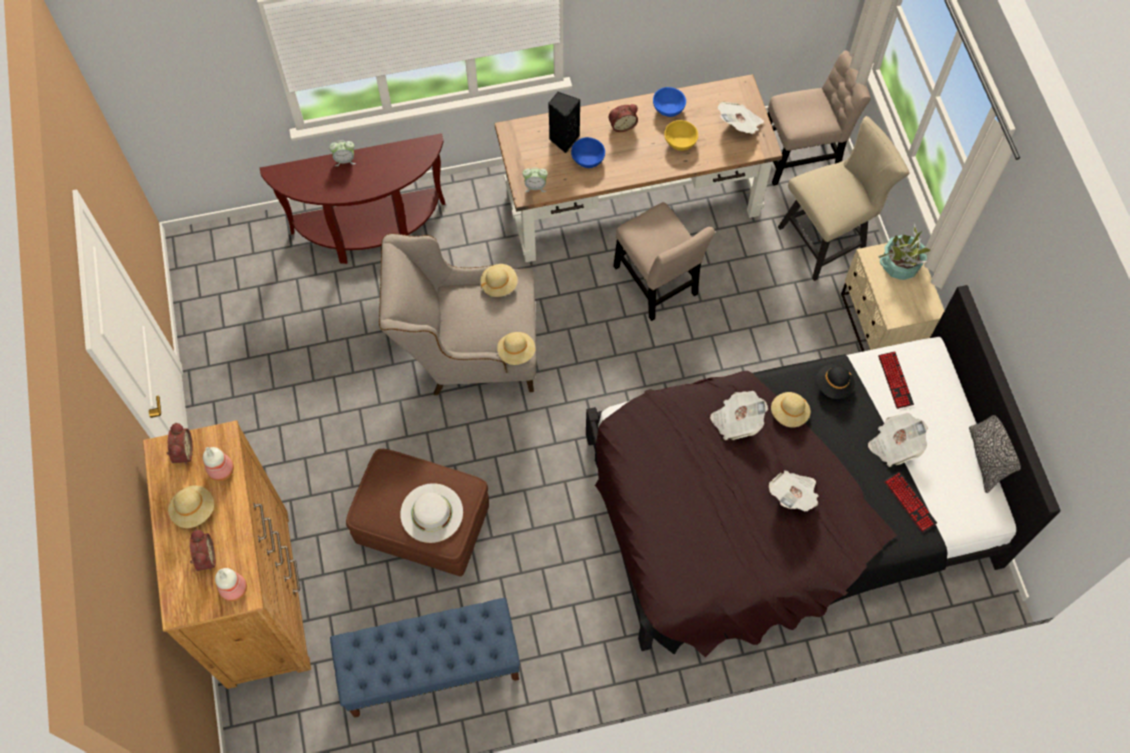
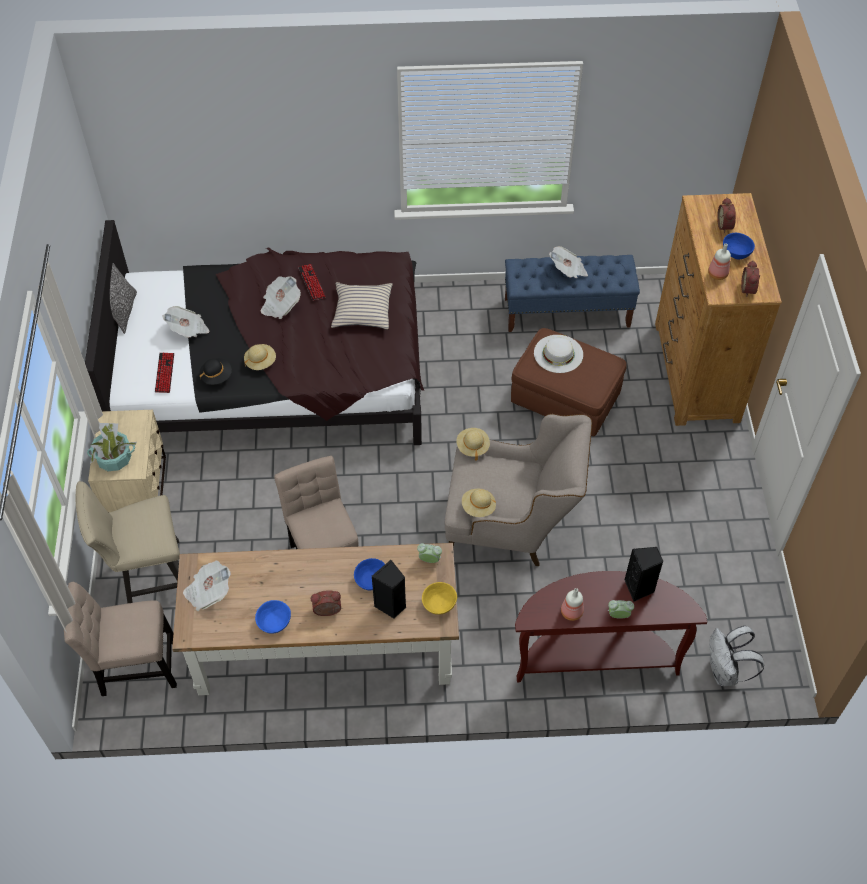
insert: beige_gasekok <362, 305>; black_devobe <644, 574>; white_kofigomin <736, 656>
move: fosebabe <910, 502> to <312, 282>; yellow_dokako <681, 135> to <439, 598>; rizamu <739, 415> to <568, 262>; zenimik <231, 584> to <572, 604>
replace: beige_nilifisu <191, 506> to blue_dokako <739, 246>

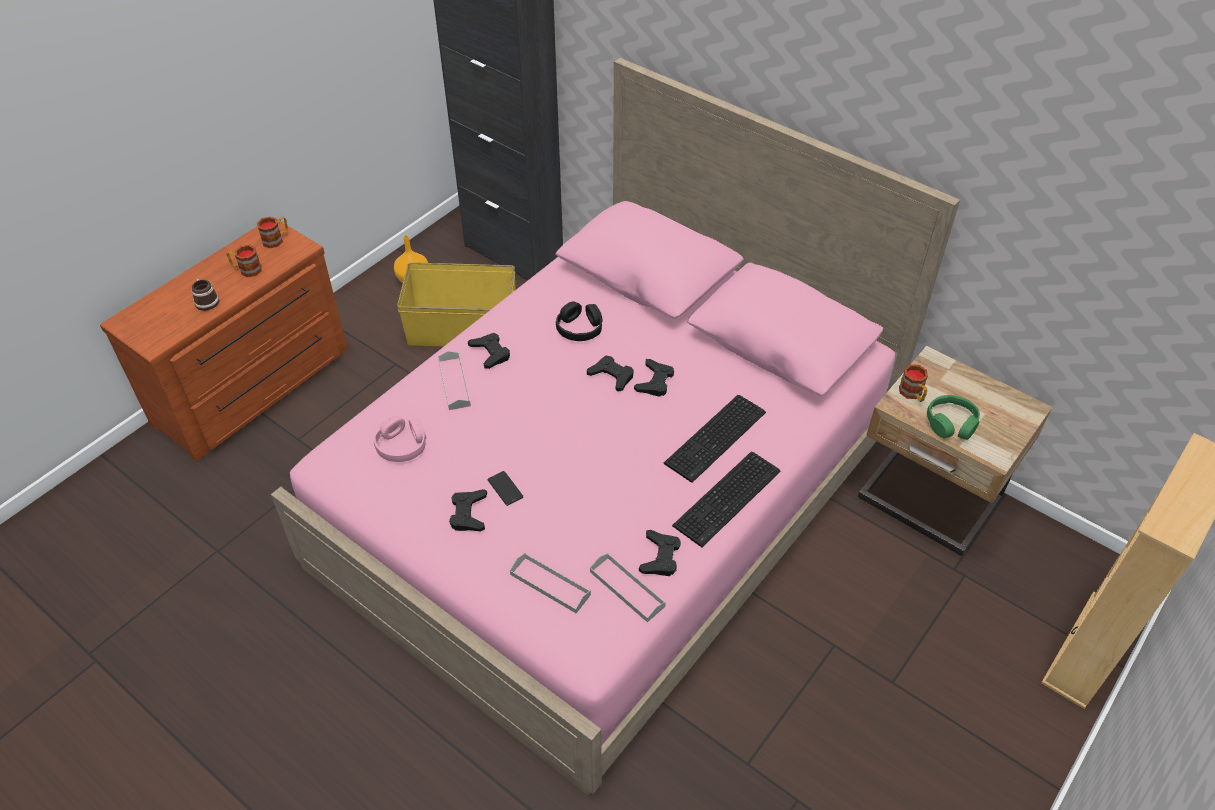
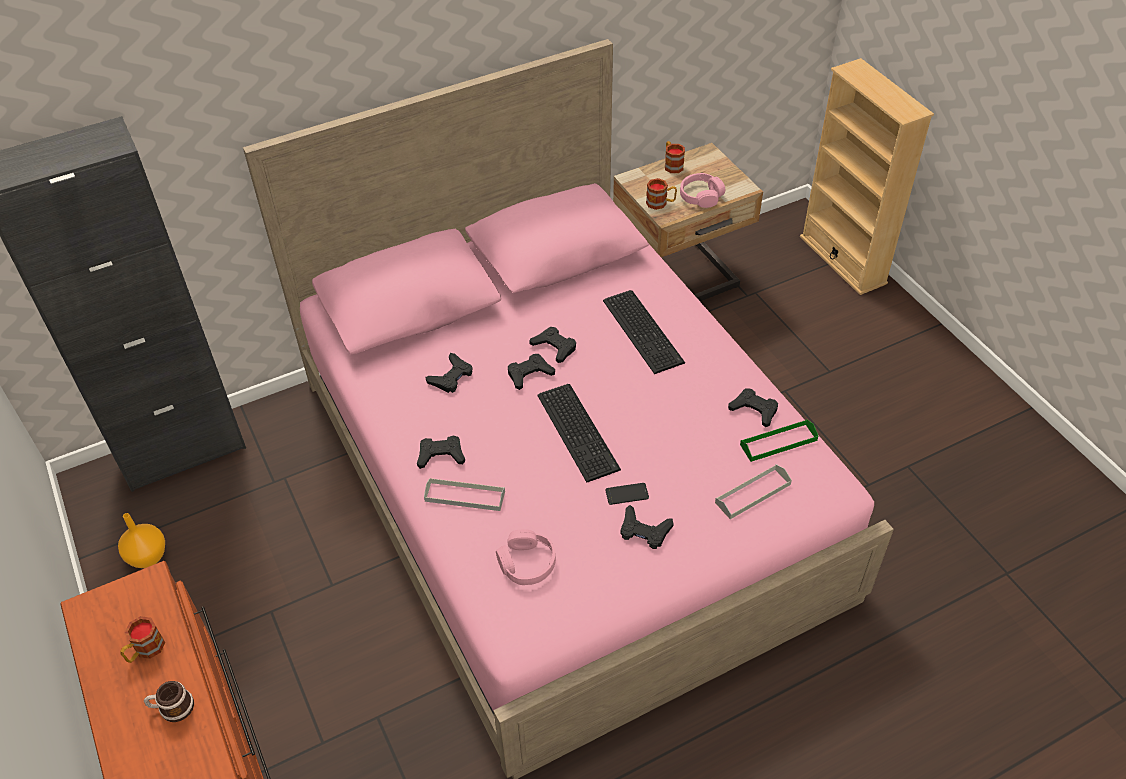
delete: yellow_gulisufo <456, 304>
move: fosebabe <726, 499> to <579, 433>; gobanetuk <272, 232> to <675, 157>
replace: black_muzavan <579, 321> to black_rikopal <449, 373>
recolor: green_muzavan <953, 417> to pink_muzavan <702, 190>; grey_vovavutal <628, 587> to green_vovavutal <779, 440>

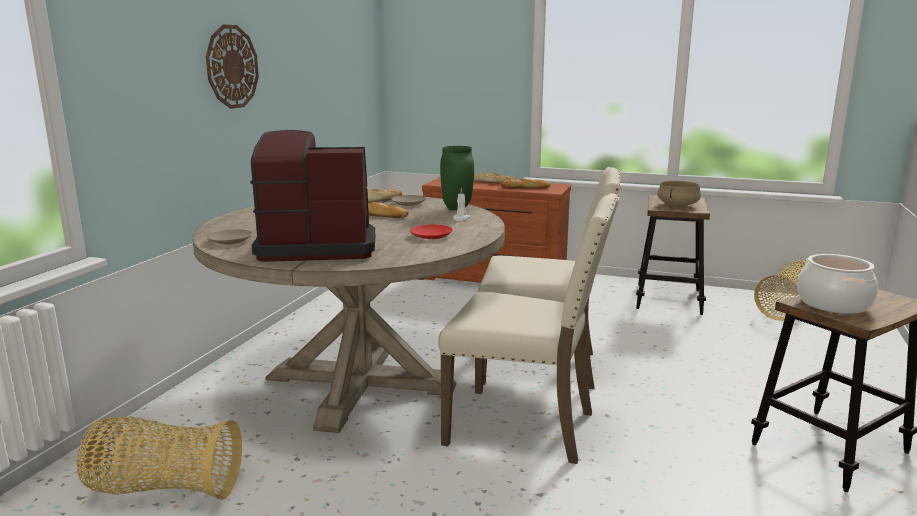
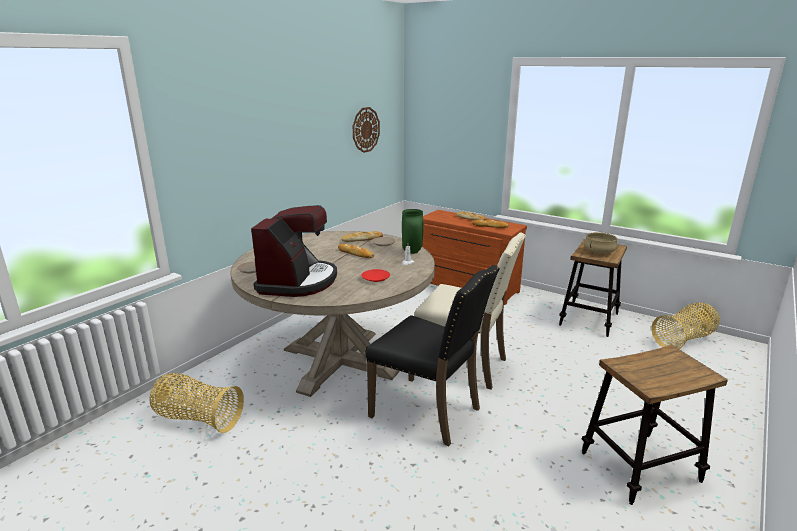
delete: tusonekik <837, 283>
move: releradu <232, 67> to <366, 130>
recolor: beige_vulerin <529, 328> to black_vulerin <432, 355>
rotate: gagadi <312, 196> = <294, 251> 90 degrees clockwise

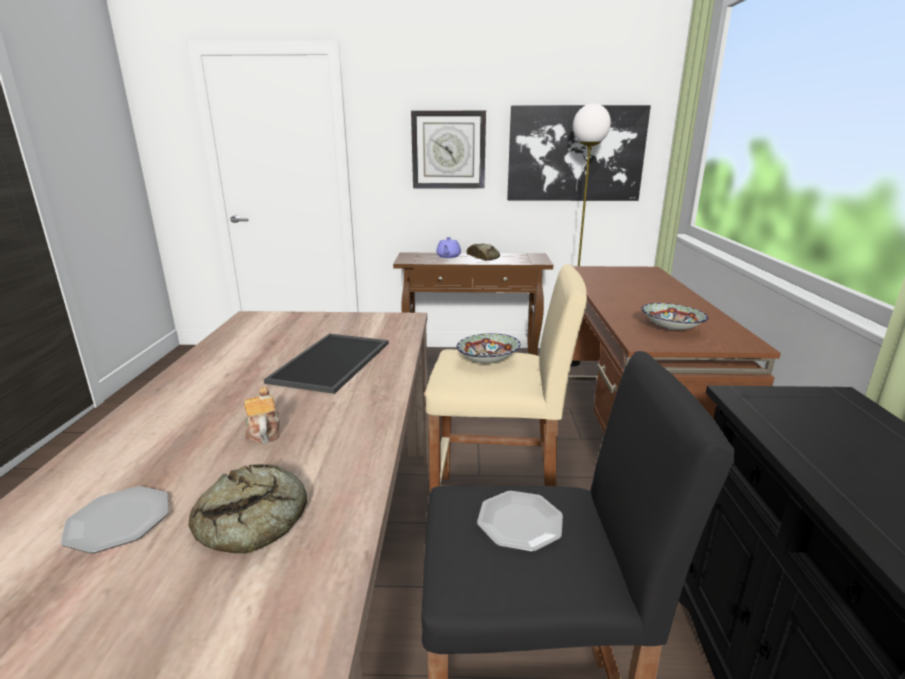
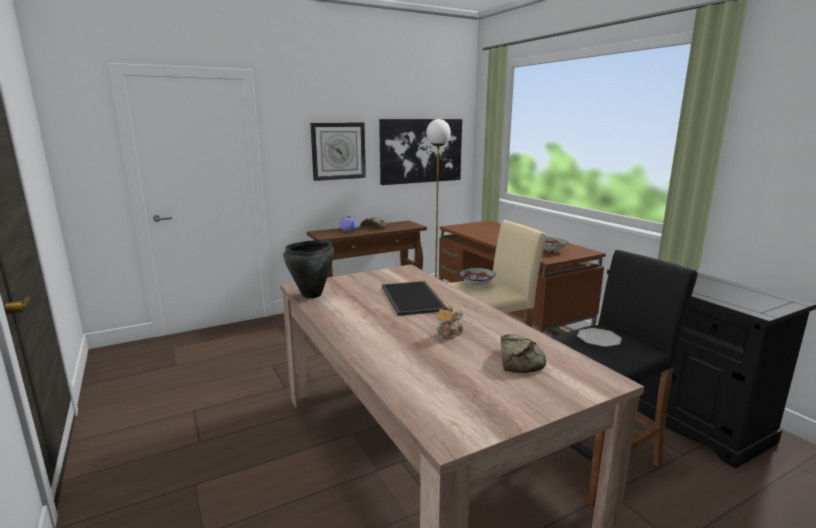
delete: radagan <115, 519>
insert: black_tusonekik <308, 269>
rotate: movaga <262, 415> = <450, 323> 90 degrees clockwise

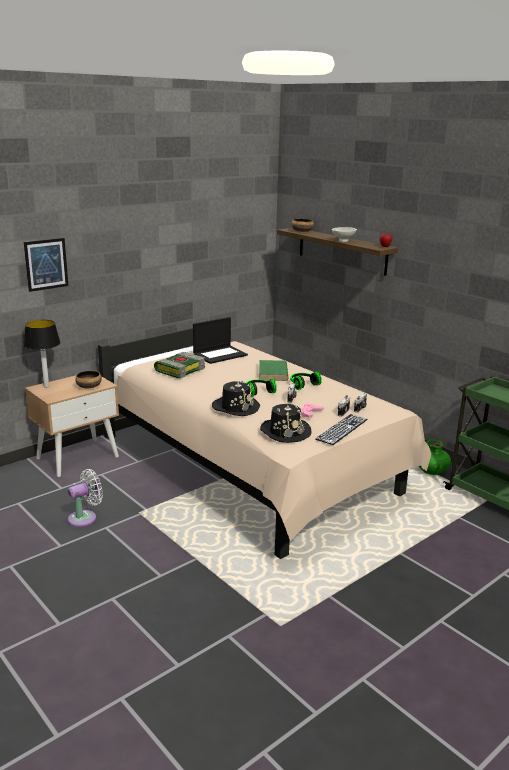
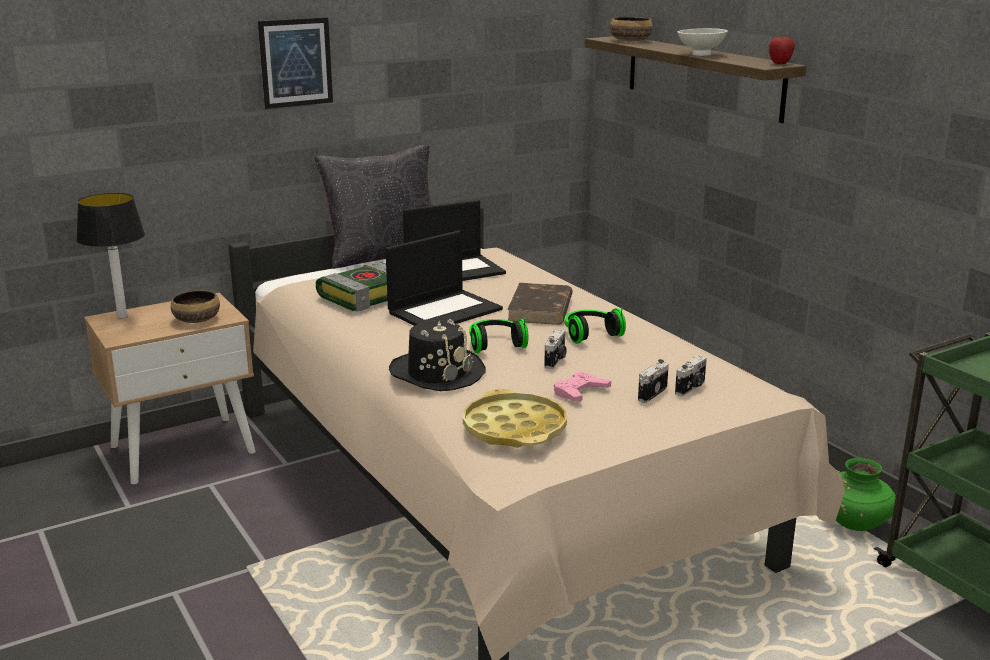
delete: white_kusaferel <85, 498>; fosebabe <341, 429>
insert: black_gasekok <373, 207>; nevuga <444, 278>
move: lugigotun <46, 265> to <295, 63>
replace: black_nilifisu <285, 423> to yellow_vovavutal <515, 418>
recolor: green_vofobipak <273, 370> to brown_vofobipak <540, 304>

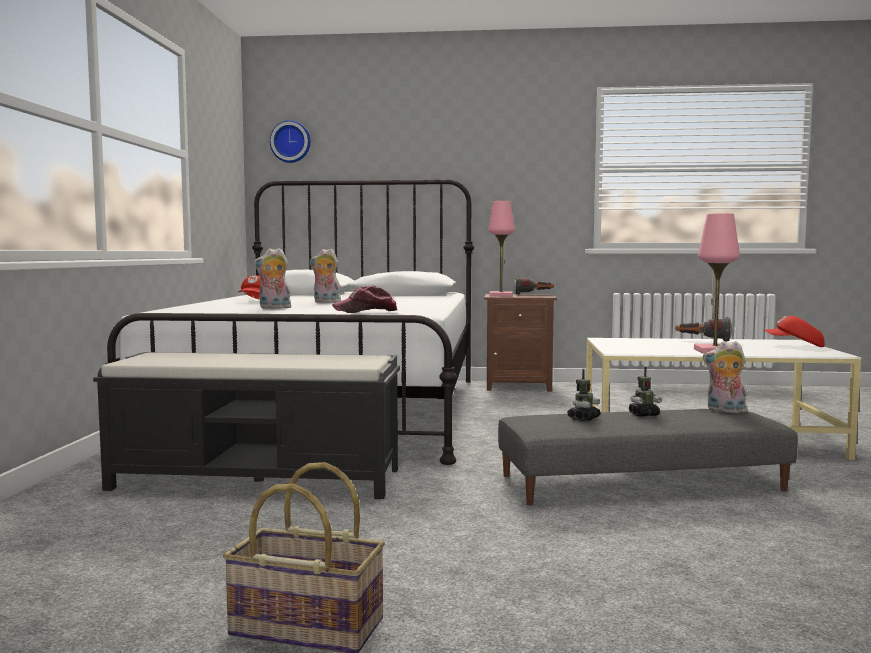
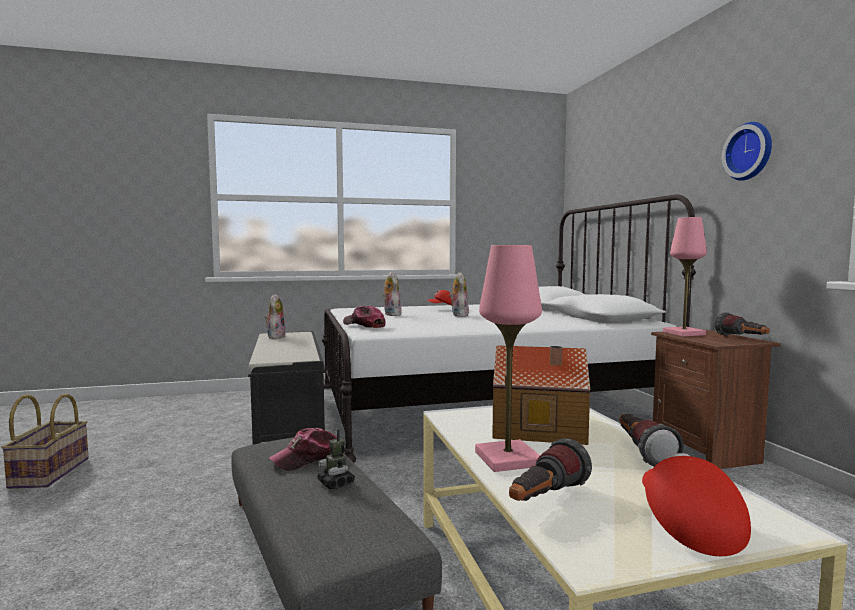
insert: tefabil <541, 395>; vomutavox <550, 469>
move: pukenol <725, 377> to <275, 316>; releradu <290, 141> to <747, 151>
replace: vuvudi <584, 395> to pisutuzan <306, 449>

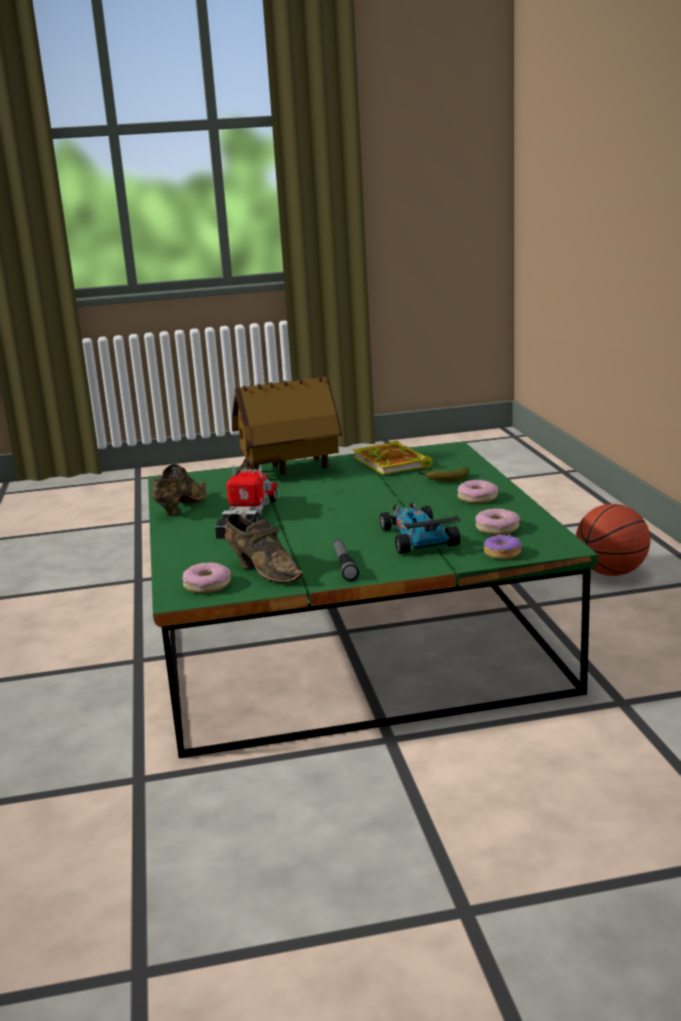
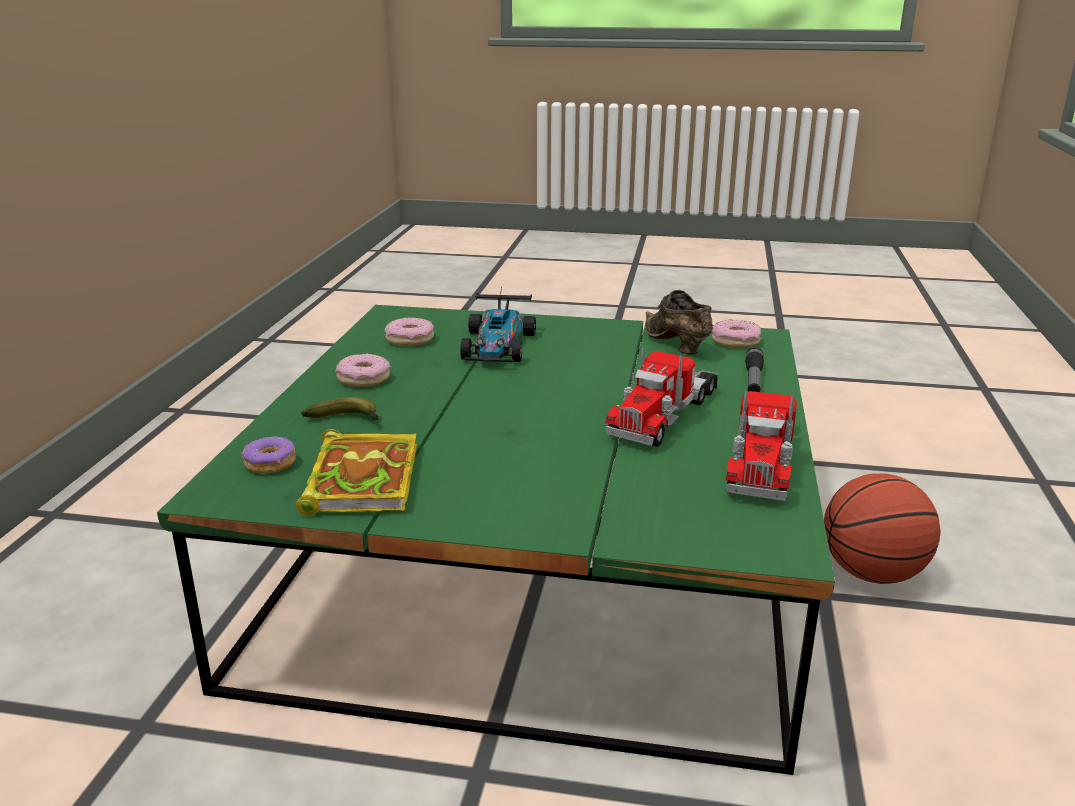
delete: tefabil <287, 426>
move: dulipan <502, 547> to <269, 455>; vomutavox <346, 560> to <754, 370>; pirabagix <613, 540> to <882, 529>
replace: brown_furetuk <179, 490> to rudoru <761, 446>

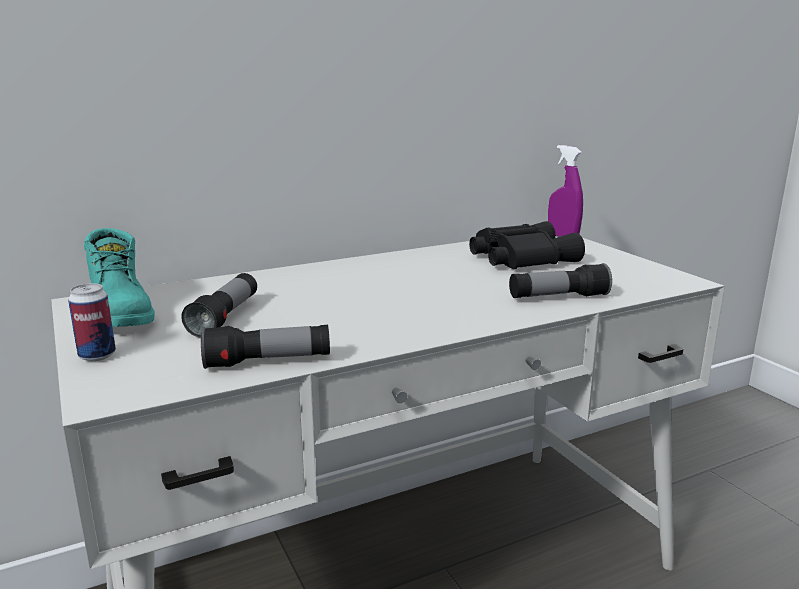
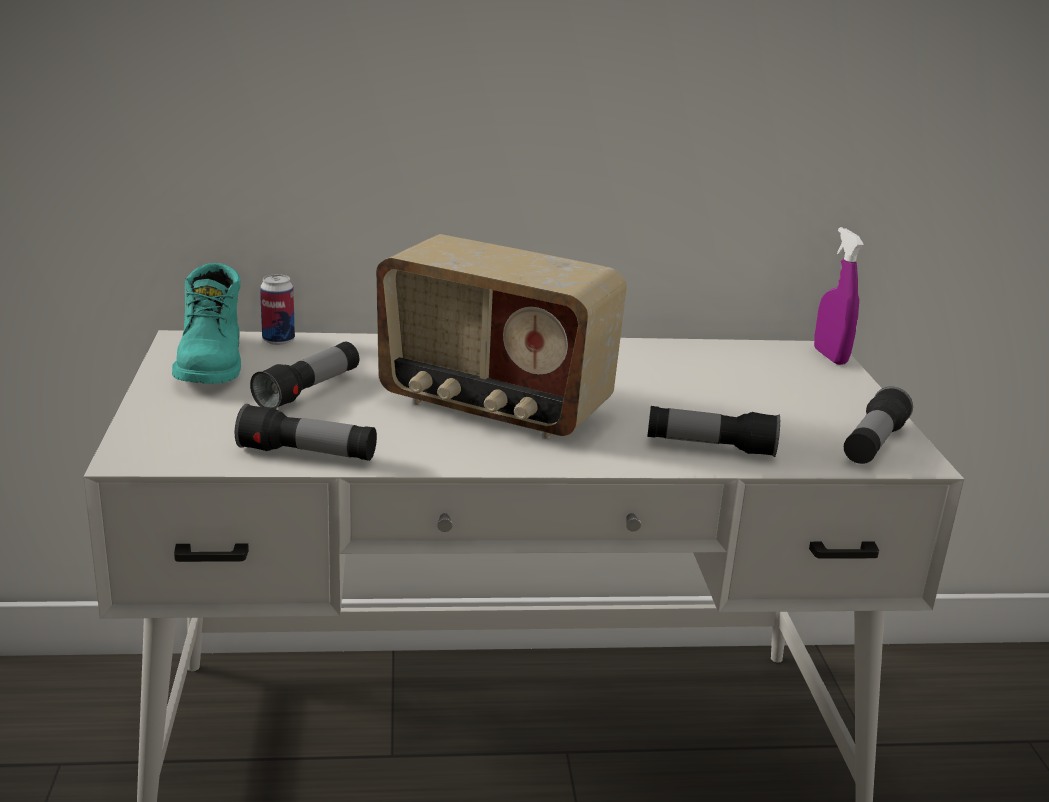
delete: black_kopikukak <527, 245>
insert: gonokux <501, 336>; vomutavox <878, 425>
move: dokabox <92, 322> to <277, 309>

